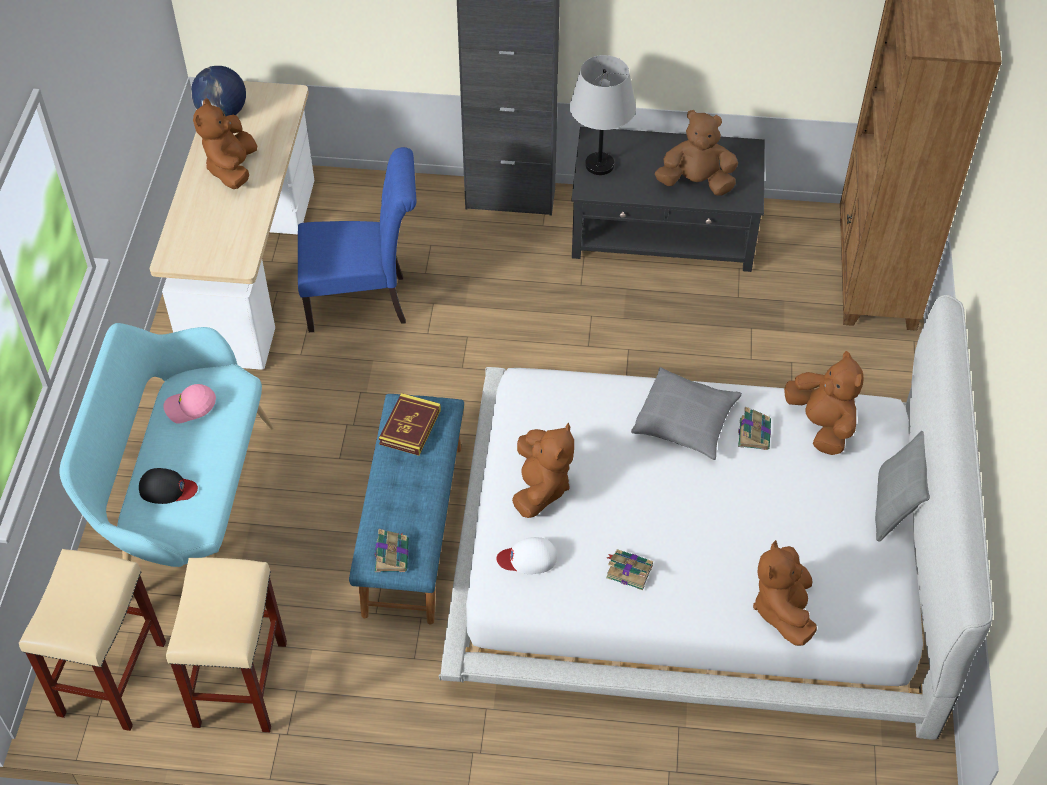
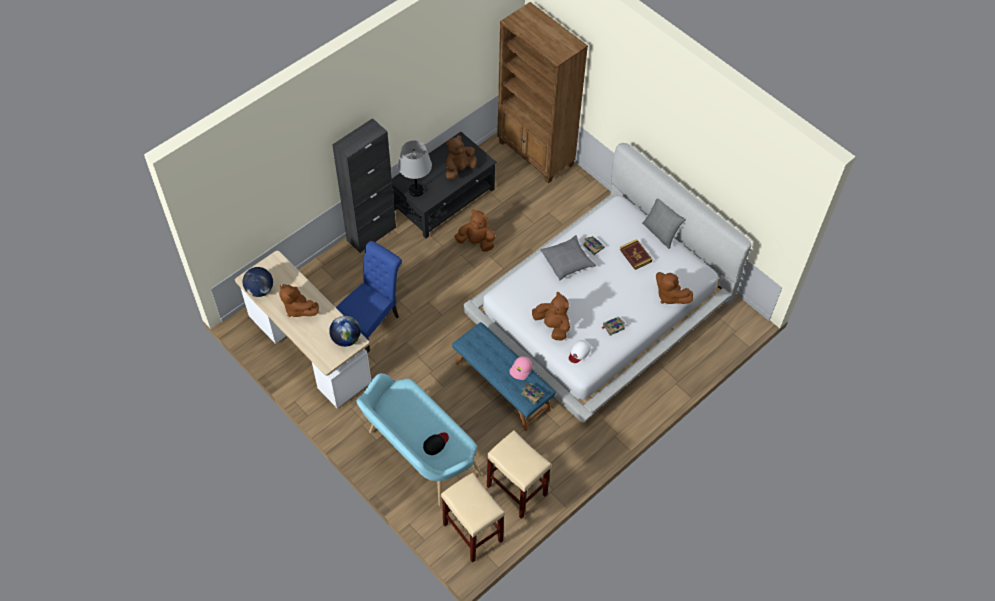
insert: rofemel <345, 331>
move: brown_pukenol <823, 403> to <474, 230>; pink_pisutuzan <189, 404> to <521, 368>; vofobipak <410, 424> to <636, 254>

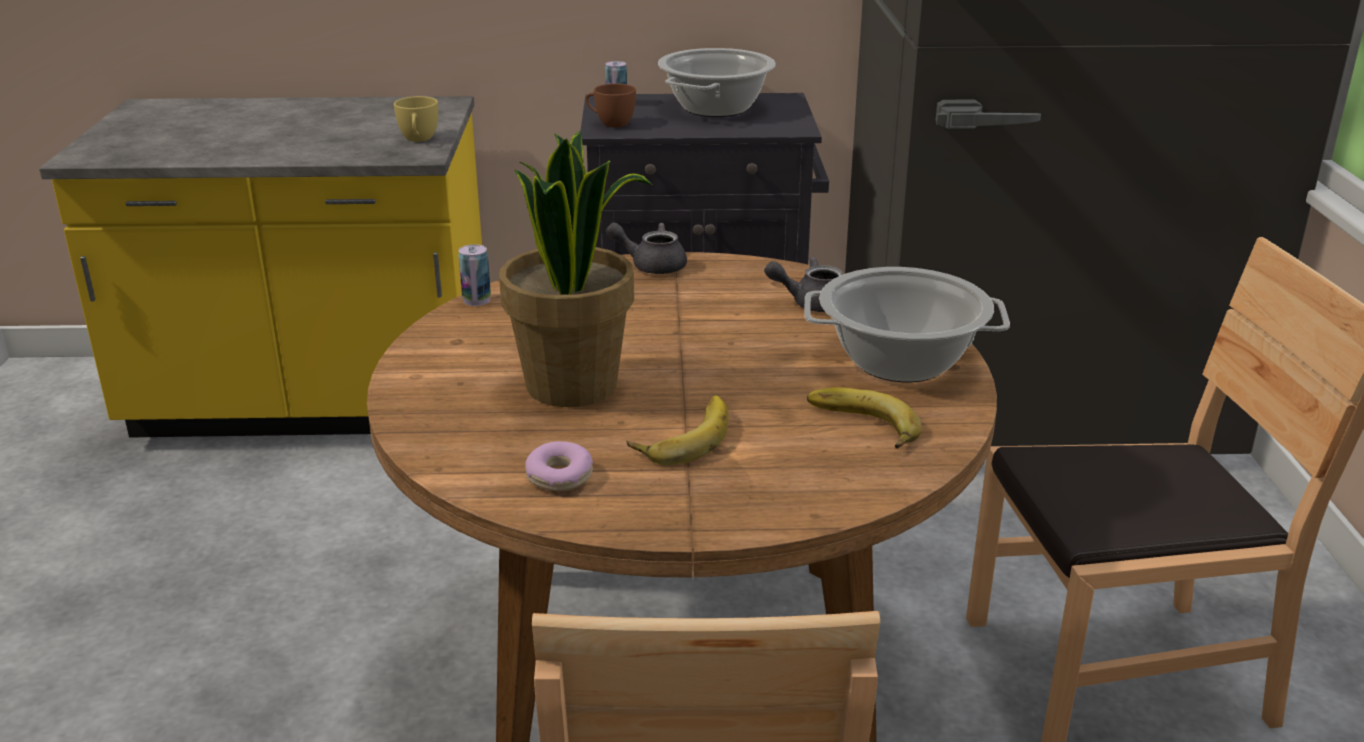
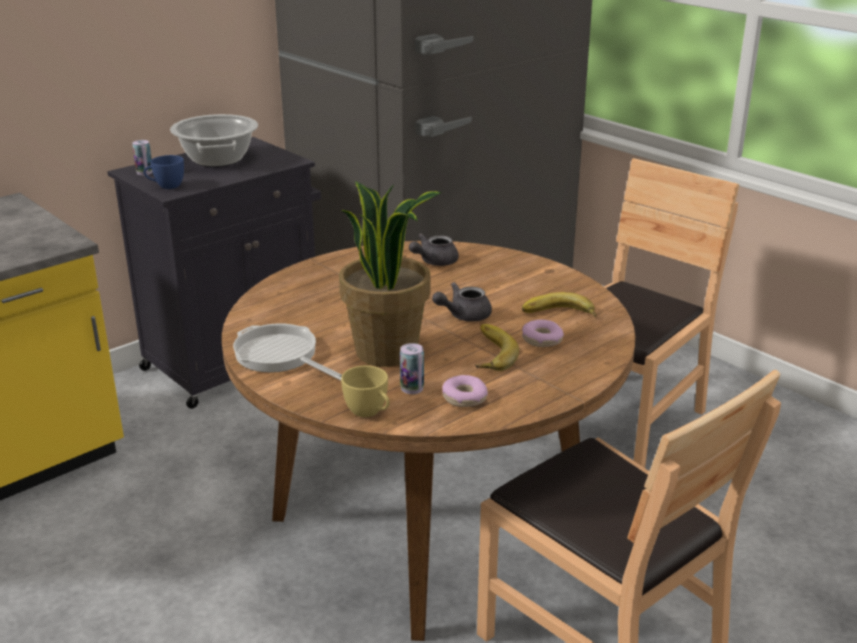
delete: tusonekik <907, 324>
insert: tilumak <287, 351>; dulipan <543, 333>
move: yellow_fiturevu <416, 119> to <365, 391>; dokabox <474, 275> to <412, 368>; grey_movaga <646, 248> to <462, 302>
recolor: brown_fiturevu <611, 106> to blue_fiturevu <163, 172>

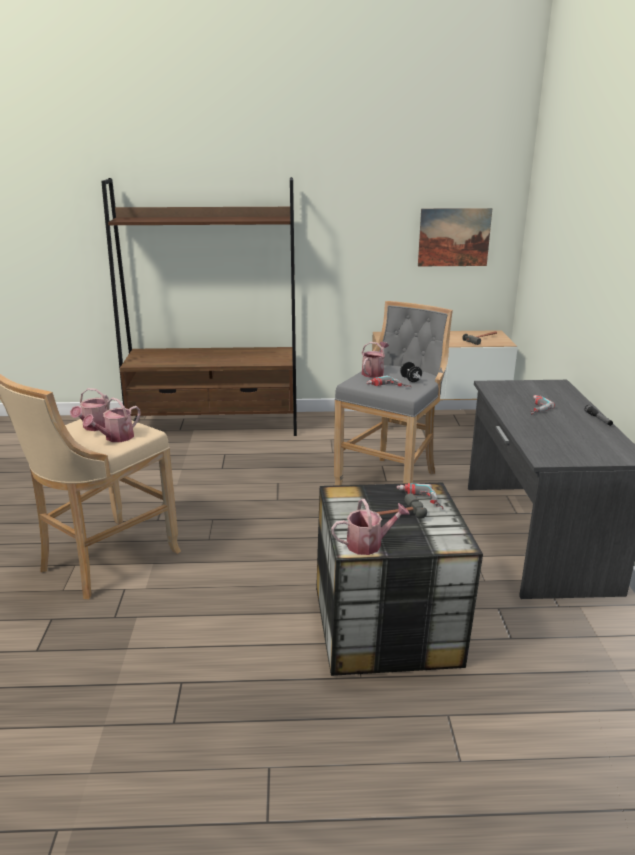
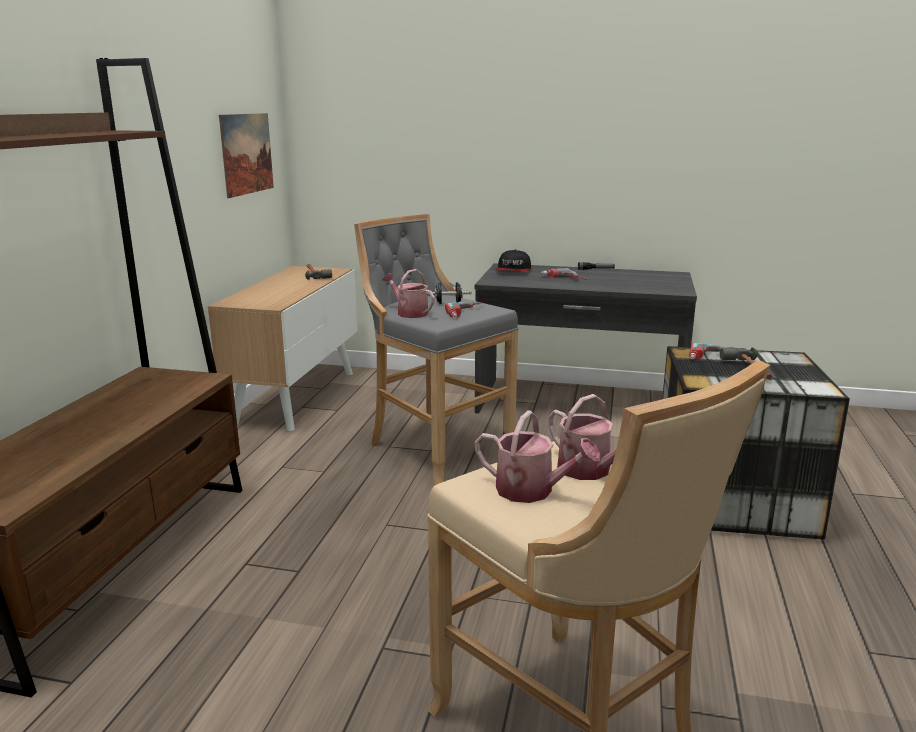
delete: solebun <370, 527>
insert: pisutuzan <513, 260>

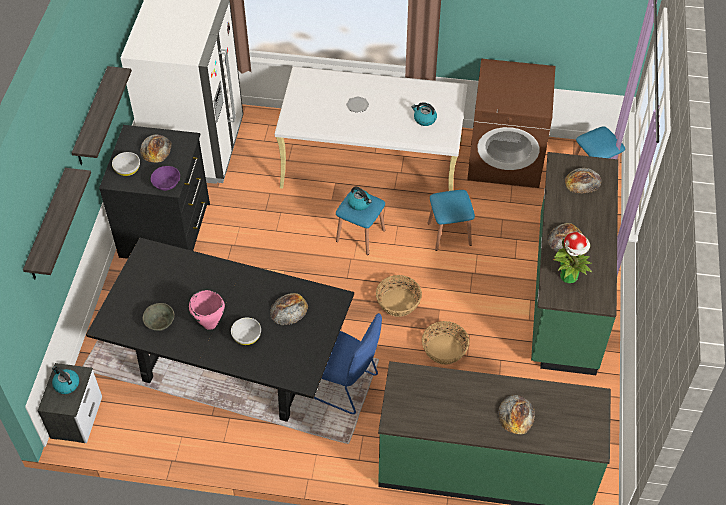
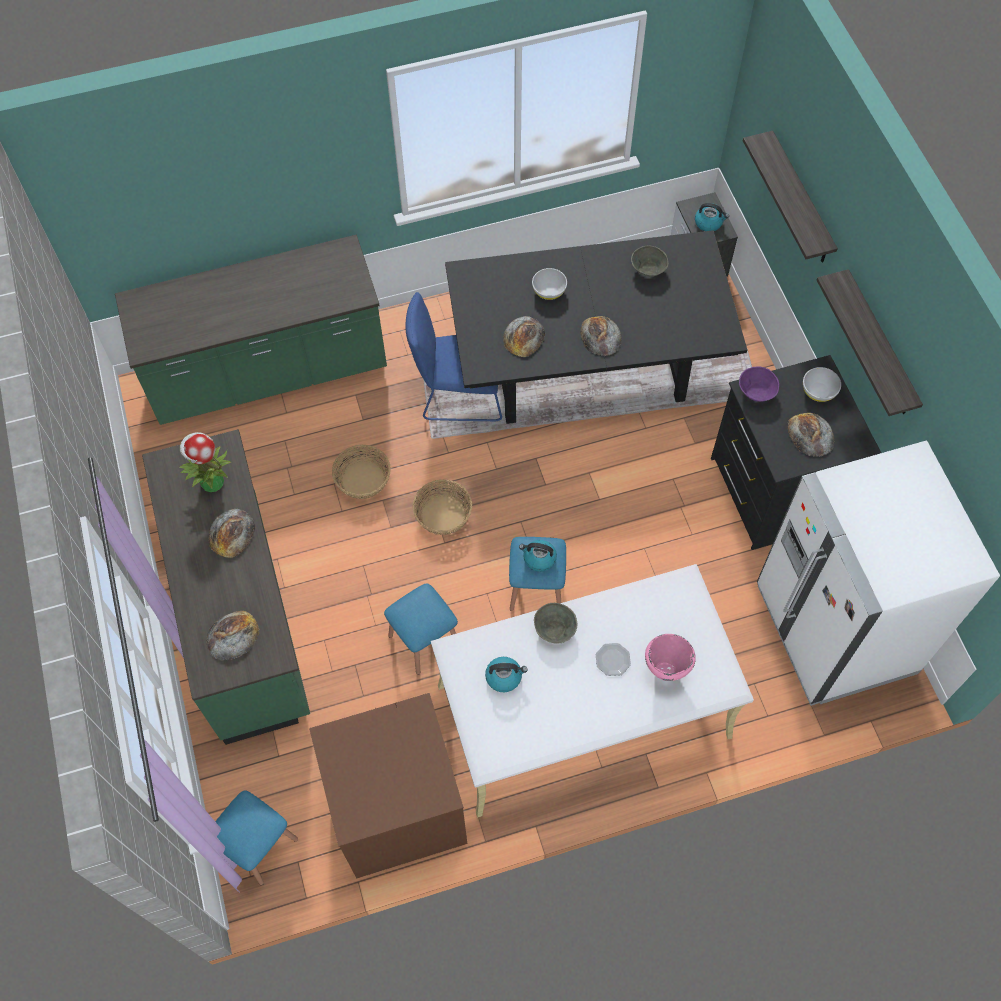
insert: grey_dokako <555, 623>
move: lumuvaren <516, 414> to <601, 336>; pink_tusonekik <207, 310> to <670, 657>

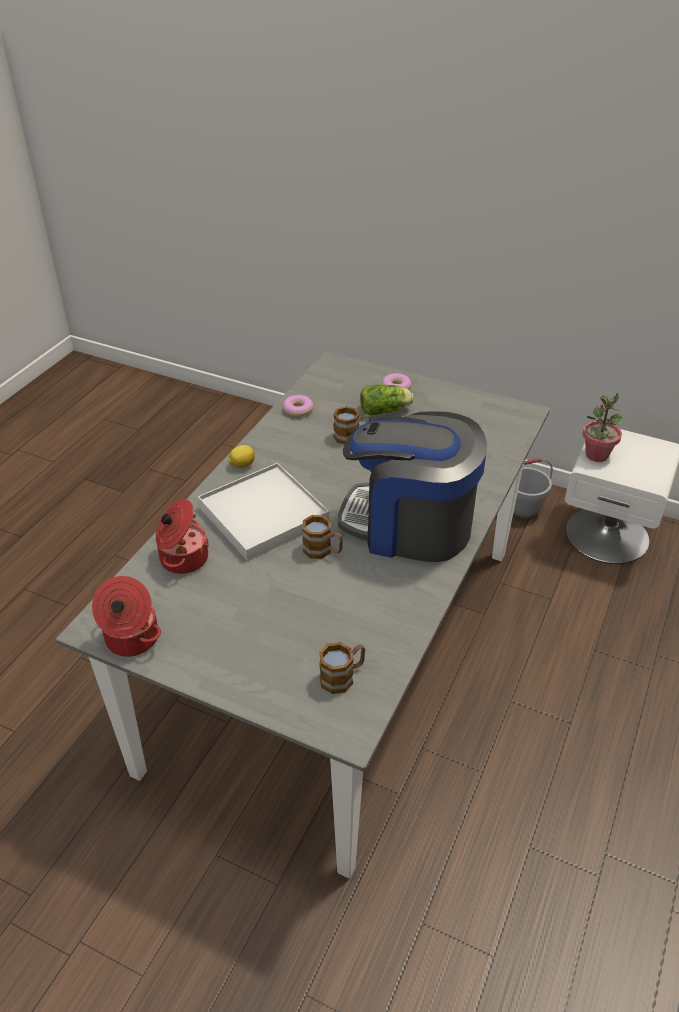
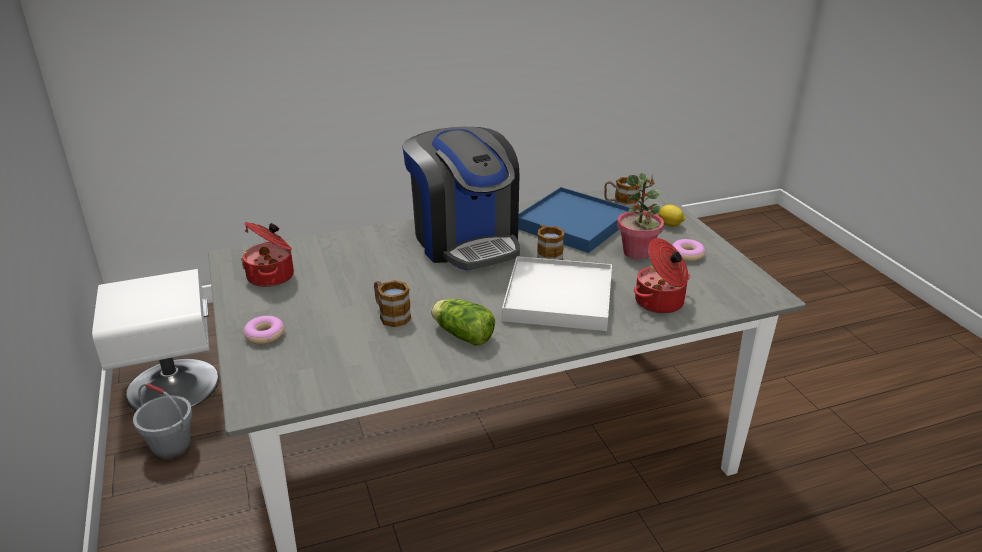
insert: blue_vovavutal <574, 220>
move: tusonekik <126, 616> to <267, 254>; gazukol <386, 399> to <463, 322>; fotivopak <603, 427> to <640, 216>; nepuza <241, 456> to <671, 216>; dulipan <298, 406> to <689, 250>

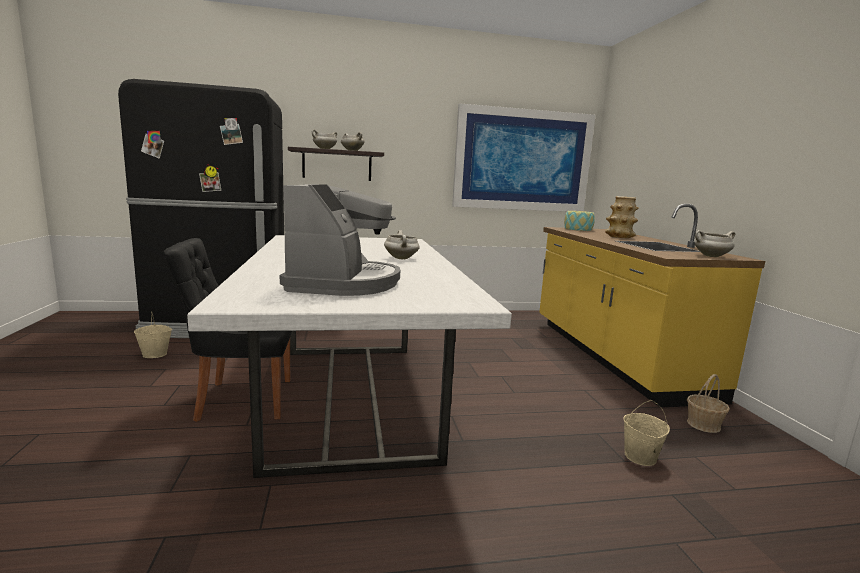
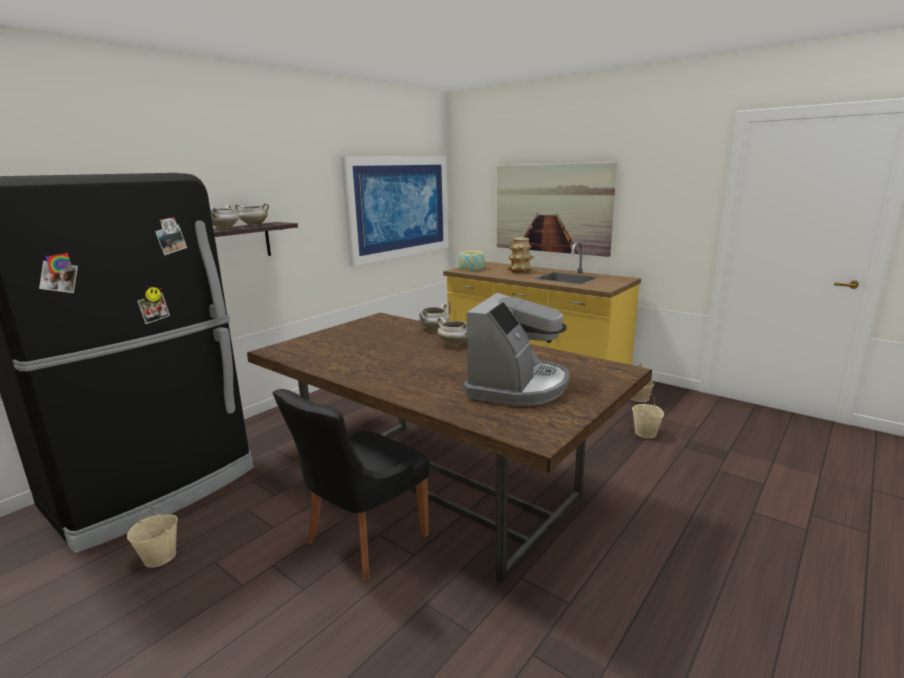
insert: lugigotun <557, 209>
move: white_tusonekik <714, 243> to <434, 316>
recolor: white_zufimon <349, 356> to brown_zufimon <449, 447>
rotate: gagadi <340, 240> = <516, 349> 60 degrees clockwise

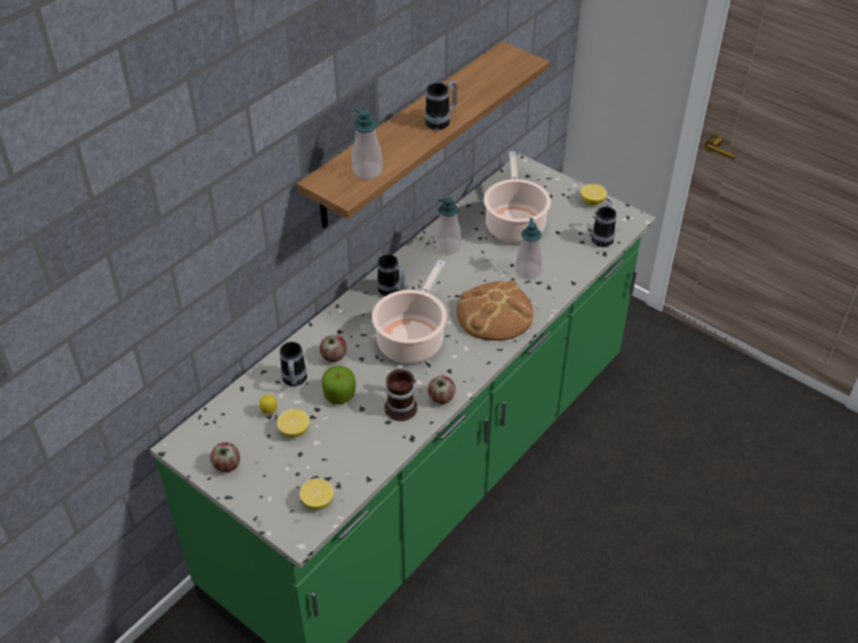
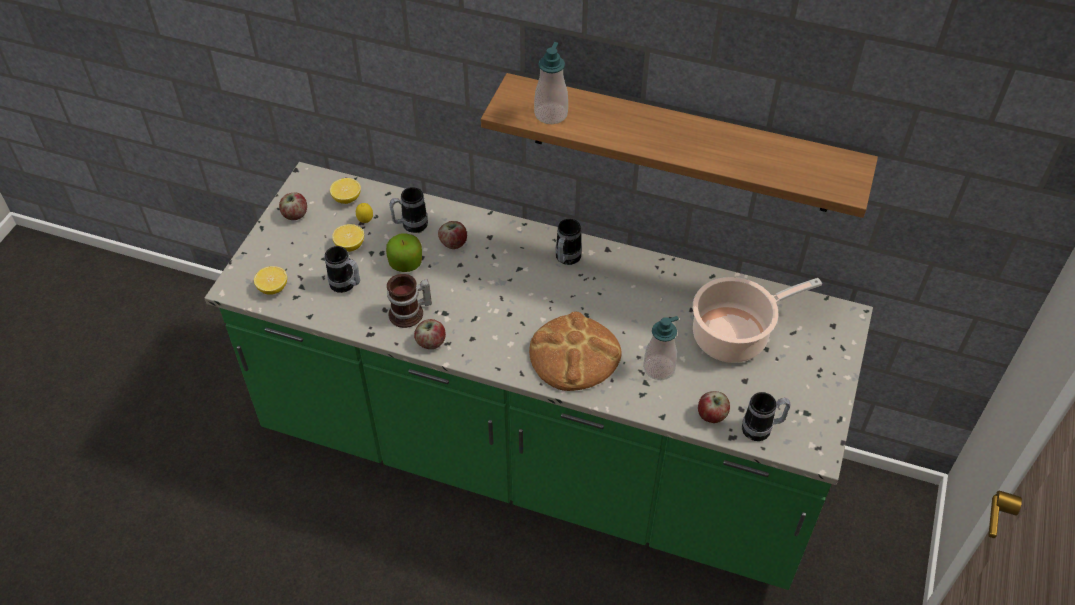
delete: tusonekik <409, 312>; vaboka <448, 226>
insert: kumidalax <714, 407>
move: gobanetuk <441, 105> to <342, 269>; nepuza <594, 194> to <345, 191>

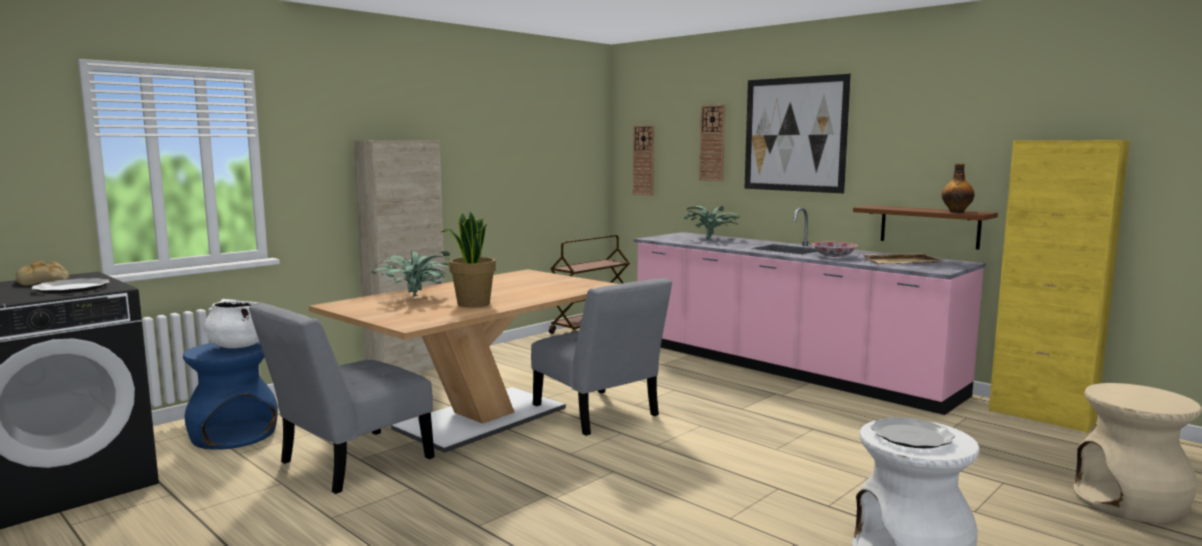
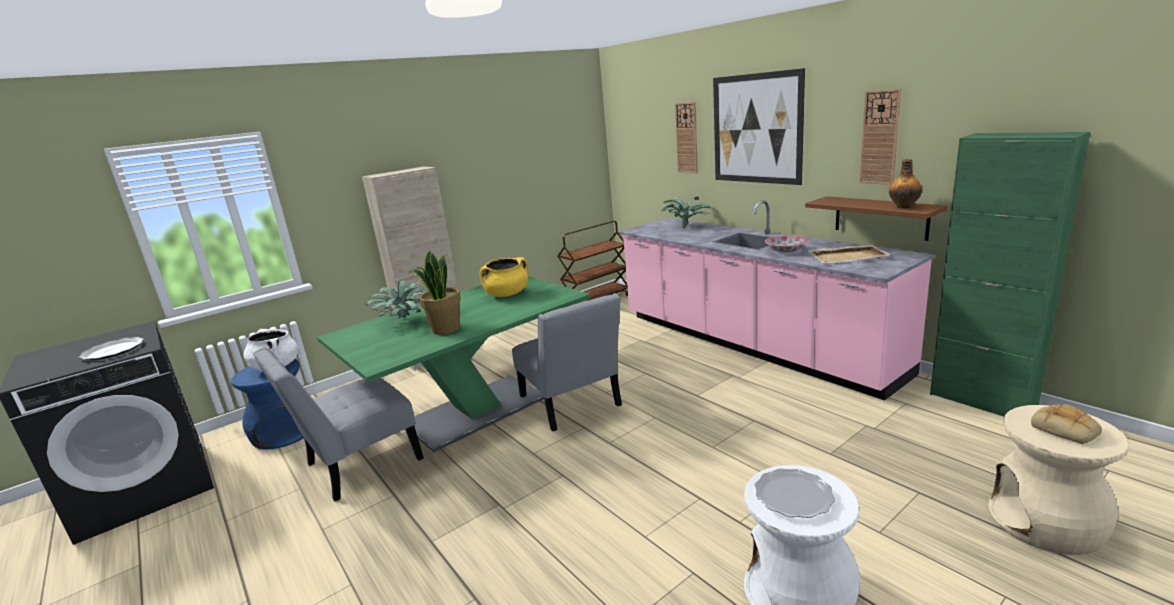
insert: yellow_tusonekik <504, 277>
move: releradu <643, 160> to <880, 137>; lumuvaren <42, 273> to <1066, 424>
recolor: brown_zufimon <463, 361> to green_zufimon <454, 364>; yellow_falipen <1059, 286> to green_falipen <1010, 274>

